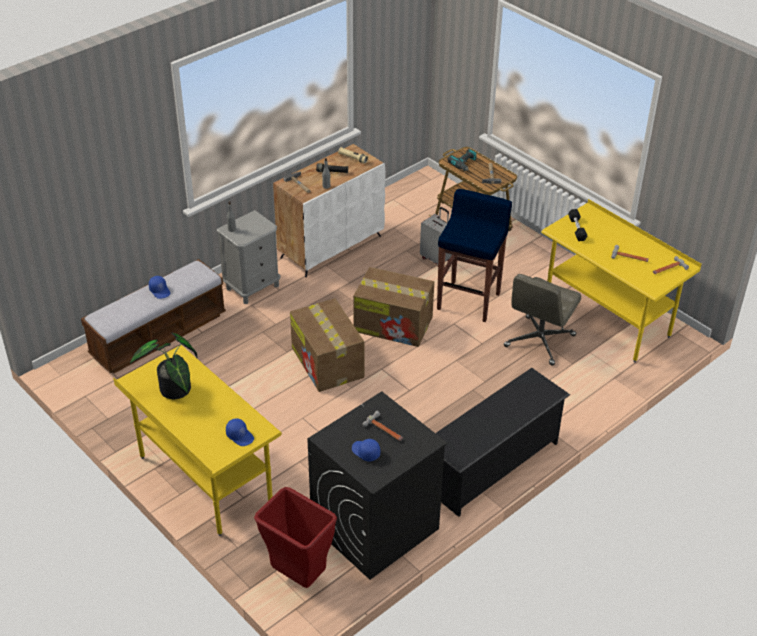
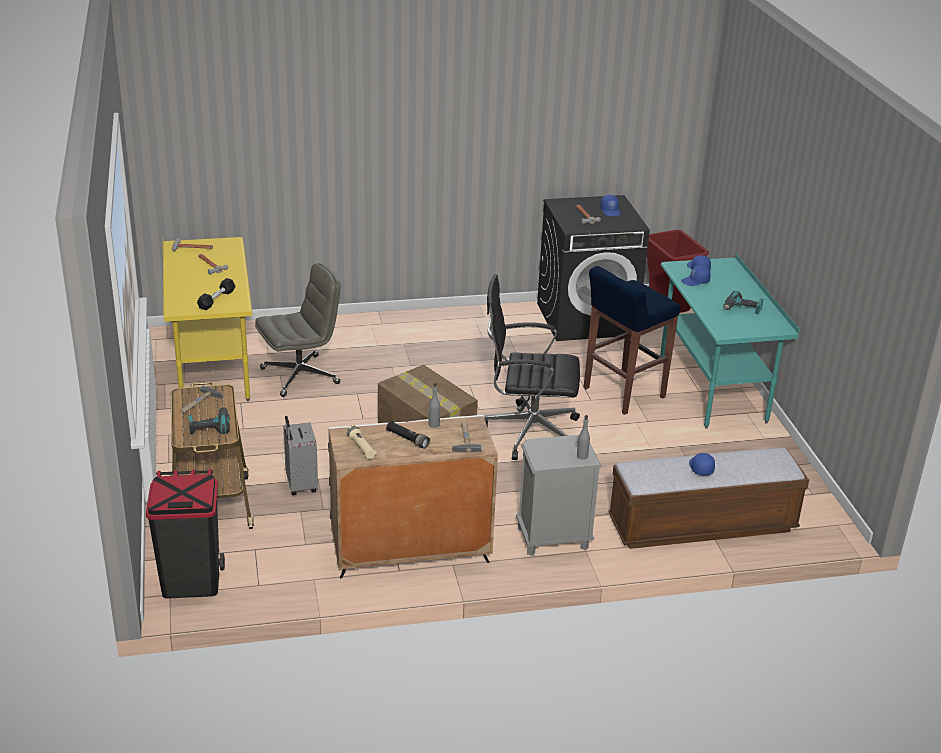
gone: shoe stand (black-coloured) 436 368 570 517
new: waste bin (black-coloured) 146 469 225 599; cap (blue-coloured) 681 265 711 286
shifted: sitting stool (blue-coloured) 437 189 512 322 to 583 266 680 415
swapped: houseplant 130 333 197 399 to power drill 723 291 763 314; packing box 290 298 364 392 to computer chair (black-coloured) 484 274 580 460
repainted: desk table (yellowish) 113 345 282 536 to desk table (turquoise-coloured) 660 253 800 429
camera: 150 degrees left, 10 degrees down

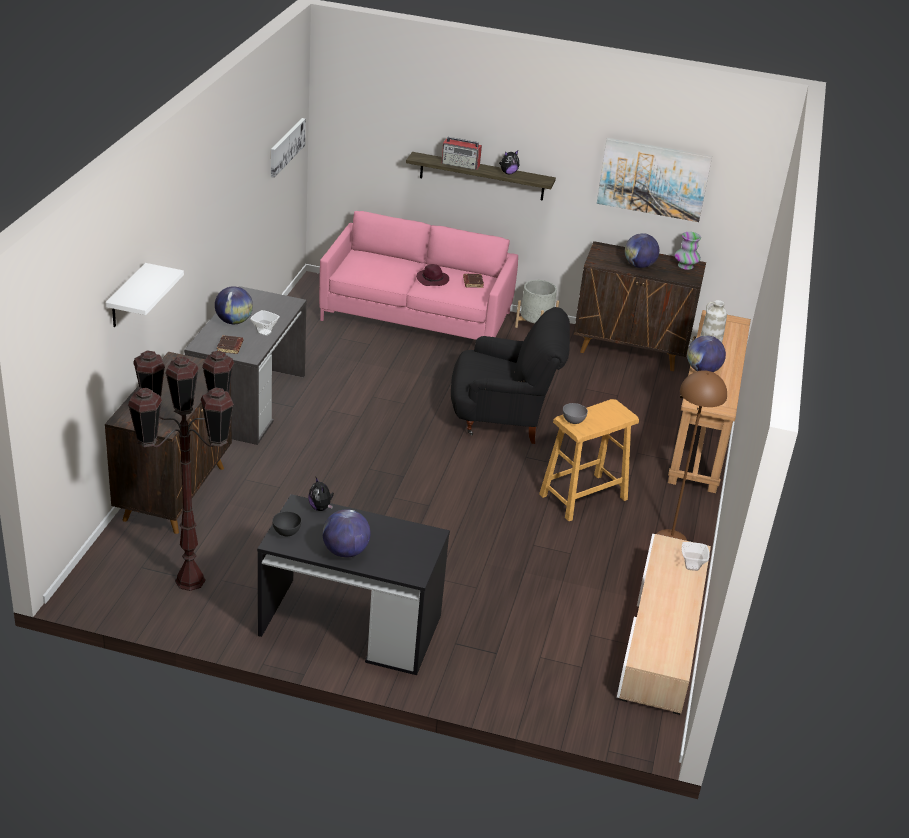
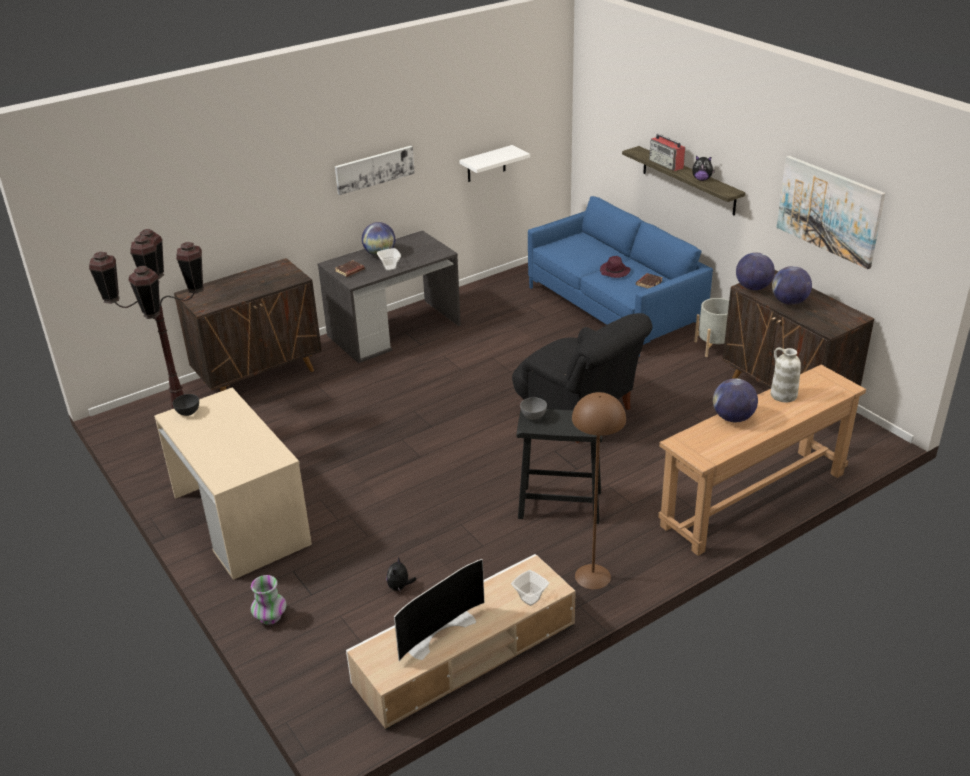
new: TV set 394 559 484 661
shifted: shelf (white-coloured) 105 263 184 327 to 459 145 530 182; wall picture 271 118 306 178 to 335 146 415 195; plush toy 308 477 334 511 to 387 557 416 592; desk globe 322 509 371 558 to 736 253 775 290; flower vase 674 232 701 270 to 251 575 286 625
repainted: desk table (black-coloured) 257 494 450 675 to desk table (beige-coloured) 154 387 312 580; sofa (pink-coloured) 319 211 518 340 to sofa (blue-coloured) 528 196 713 357; sitting stool (beige-coloured) 539 399 639 521 to sitting stool (black-coloured) 517 409 602 524
camera: 45 degrees right, 0 degrees up

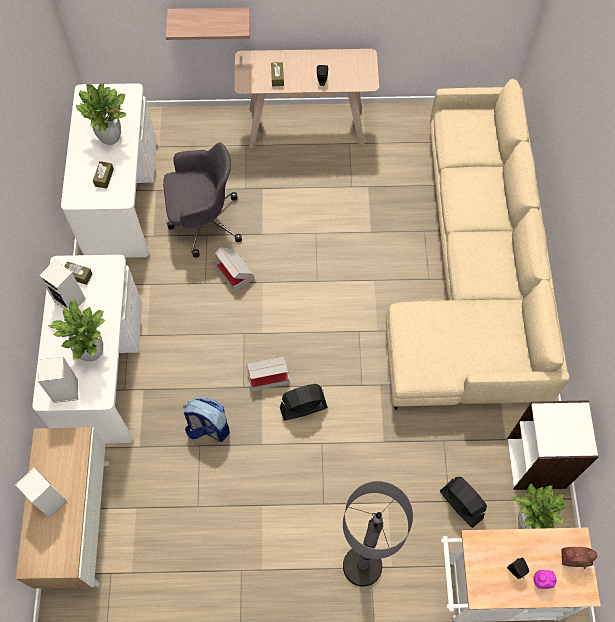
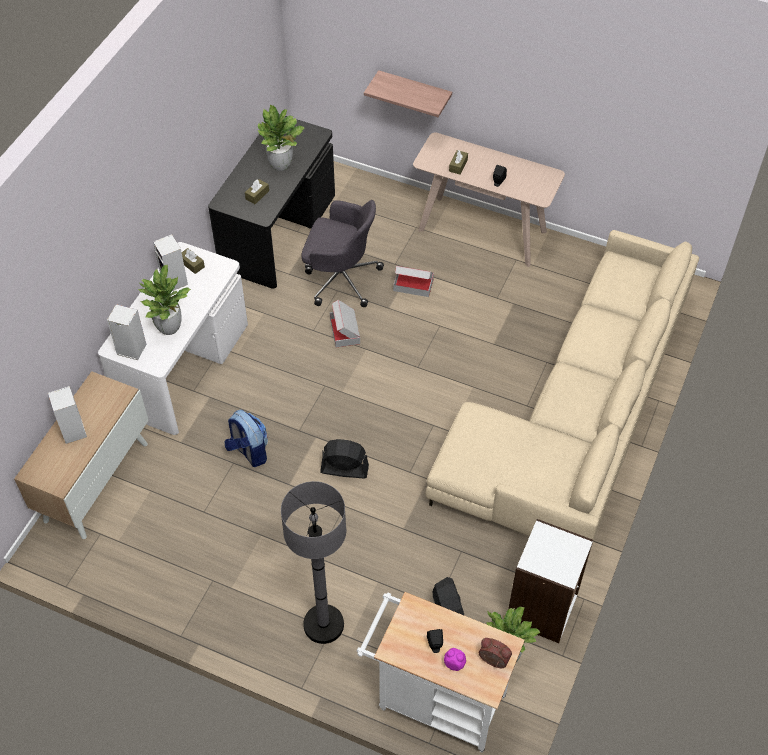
shifted: packing box 246 356 290 391 to 393 266 434 297
repainted: desk table (white-coloured) 61 83 157 258 to desk table (black-coloured) 208 114 335 289
camera: 25 degrees right, 10 degrees down

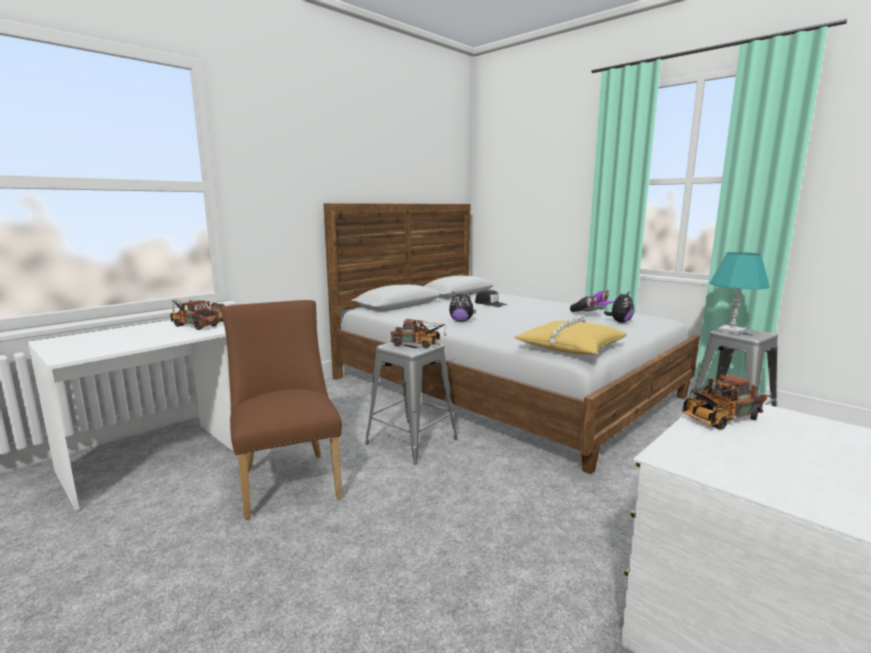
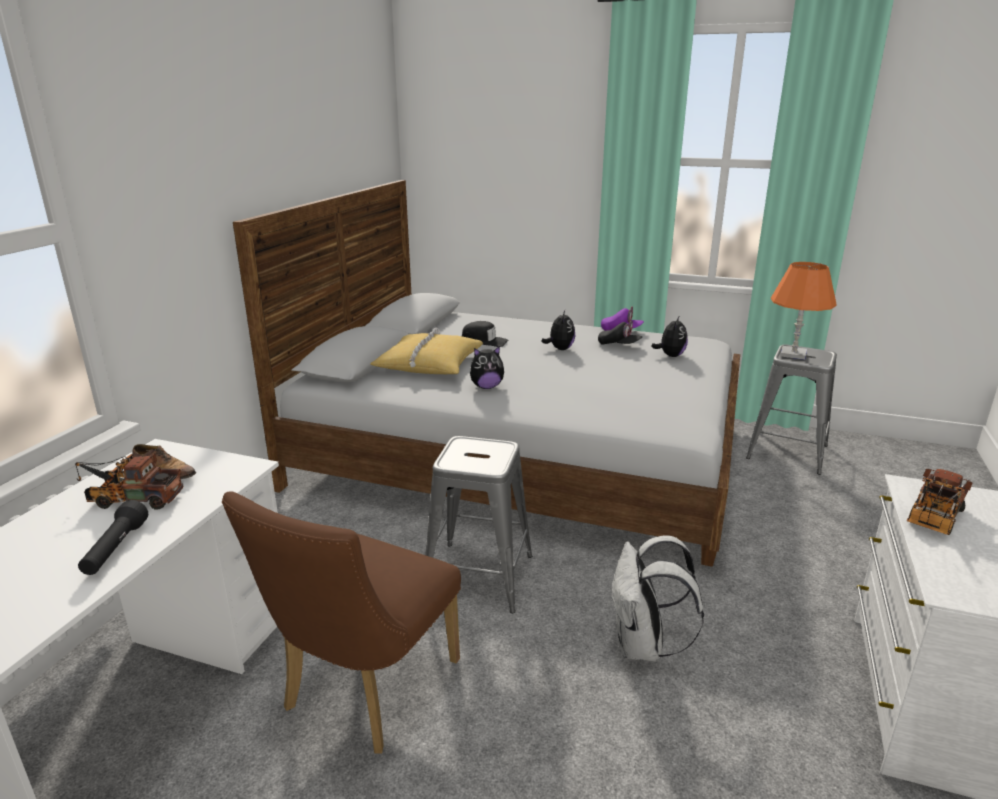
gone: toy truck 390 319 446 349
new: hand torch (black-coloured) 78 500 148 575; plush toy 541 310 575 350; knapsack (white-coloured) 610 536 704 662
shifted: pillow (yellowish) 514 316 627 355 to 370 328 483 374
repainted: tabletop lamp (turquoise-coloured) 709 252 770 335 to tabletop lamp (orange) 771 262 837 360
rotated: plain chair (brown) 222 300 342 520 = 222 491 461 754 105 degrees counterclockwise
camera: 25 degrees left, 10 degrees up

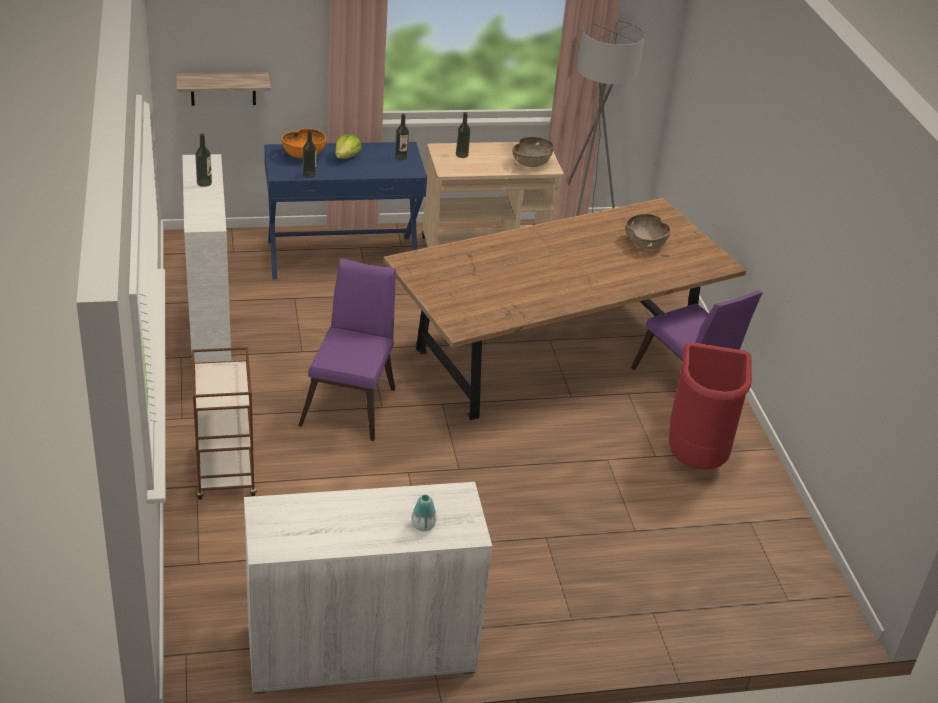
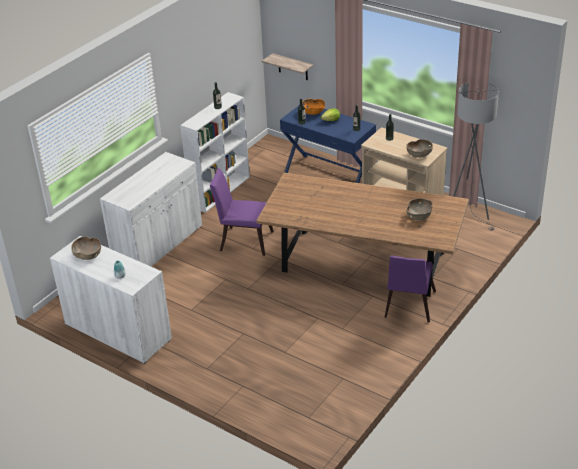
gone: waste bin (red-coloured) 669 342 752 470
new: deep dish (brown) 71 236 101 260
swapped: trolley (brown) 192 347 257 500 to cupboard (white-coloured) 100 152 202 266
rotated: plain chair (purple-coloured) 298 258 396 441 = 210 168 274 256 135 degrees counterclockwise
camera: 50 degrees right, 0 degrees up

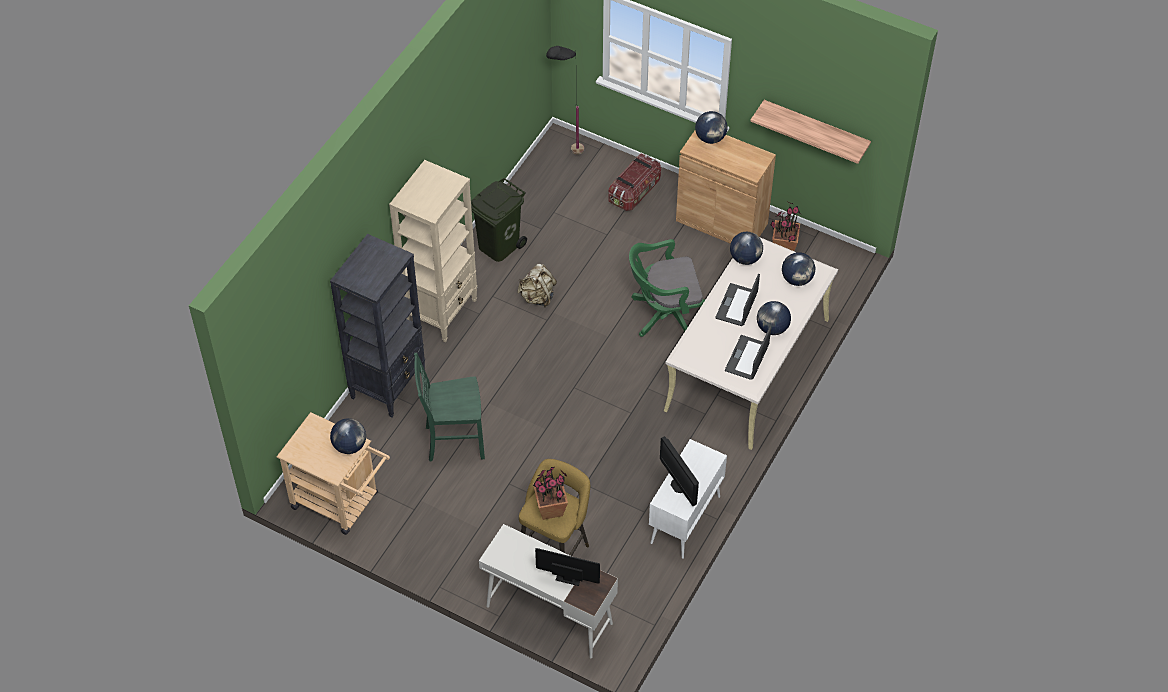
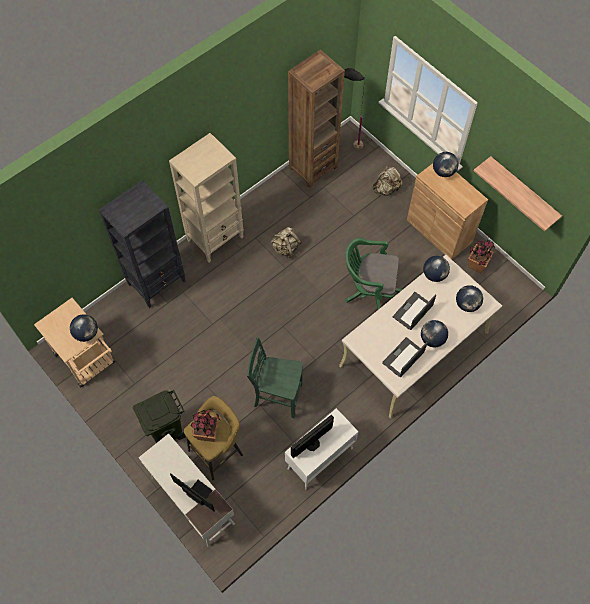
new: shelving unit (brown) 288 50 345 188
shifted: plain chair (greenish) 414 353 485 462 to 247 337 303 418; waste bin (greenish) 471 178 527 262 to 133 390 186 443
swapped: storage box 608 153 661 211 to knapsack (beige-coloured) 373 165 403 196
rotated: computer display 660 436 699 506 = 291 415 334 458 60 degrees clockwise
camera: 20 degrees right, 10 degrees up

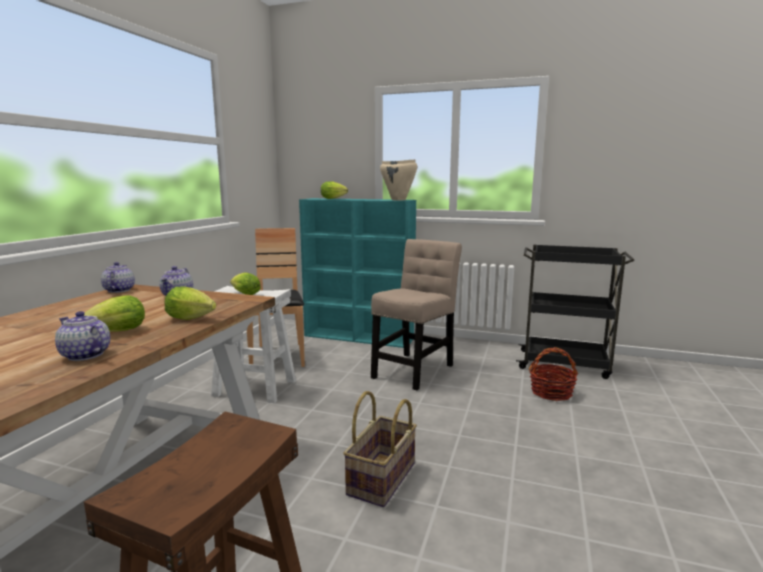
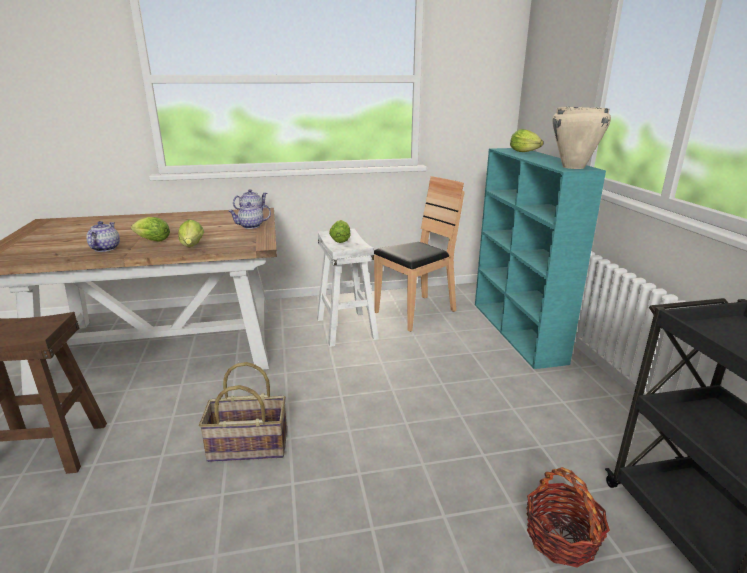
gone: plain chair (beige-coloured) 371 239 462 390
camera: 60 degrees right, 10 degrees up

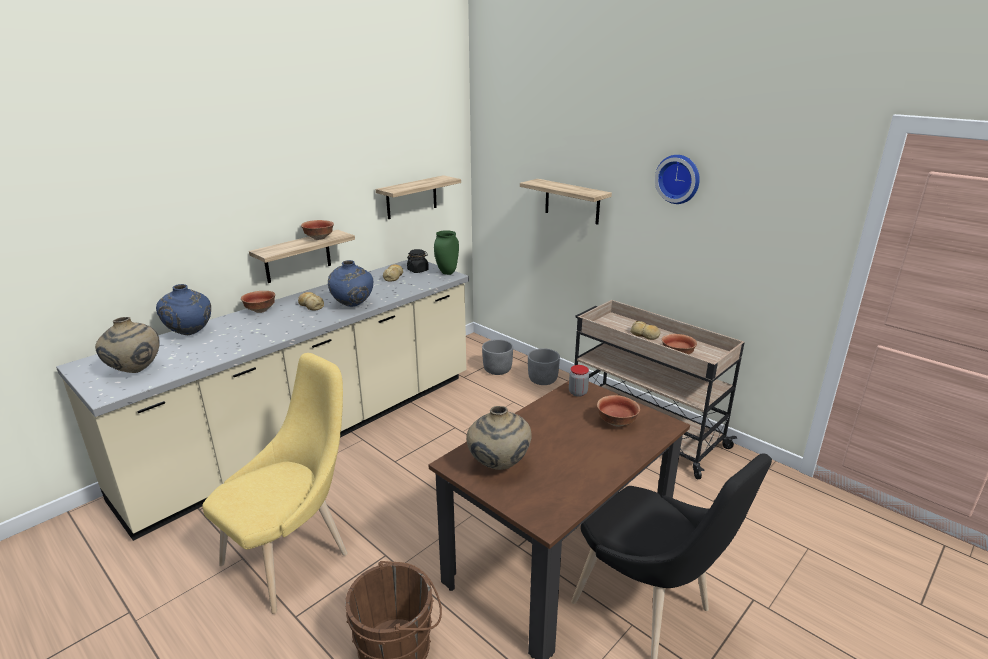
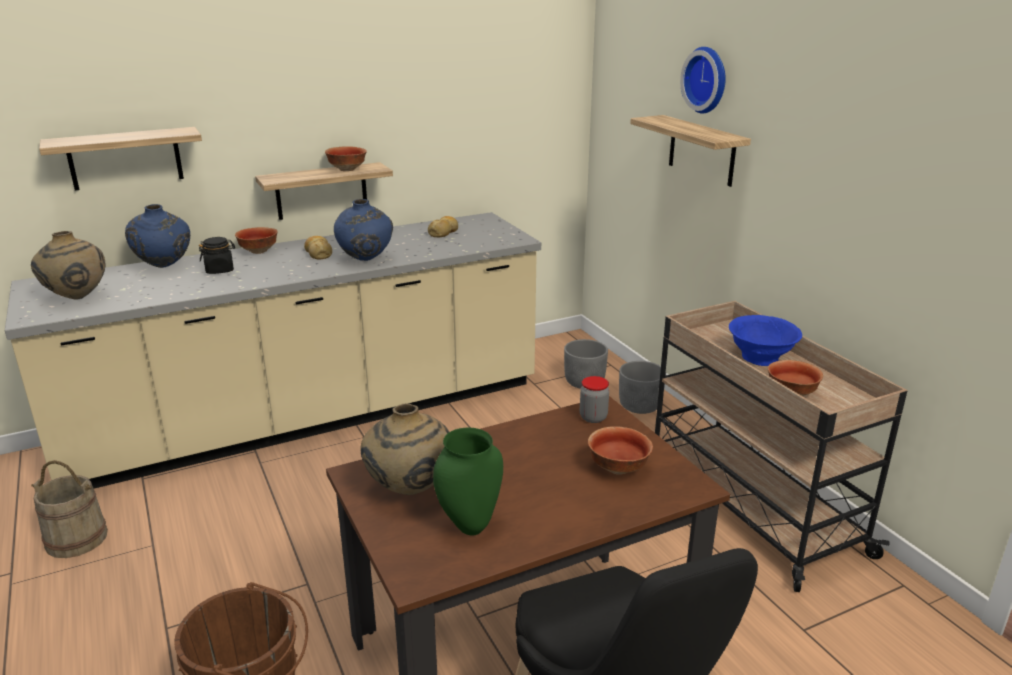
gone: plain chair (yellowish) 202 353 348 614
new: bucket (beige-coloured) 31 460 108 558
shifted: shelf 376 175 461 219 to 39 127 202 190; jar (black-coloured) 407 249 429 273 to 199 237 235 274; flower vase (greenish) 434 230 459 275 to 433 427 503 536; clock on the wall 655 155 700 204 to 680 47 726 114
swapped: baked bread 630 321 660 340 to deep dish (blue-coloured) 729 315 802 366
camera: 20 degrees right, 0 degrees up

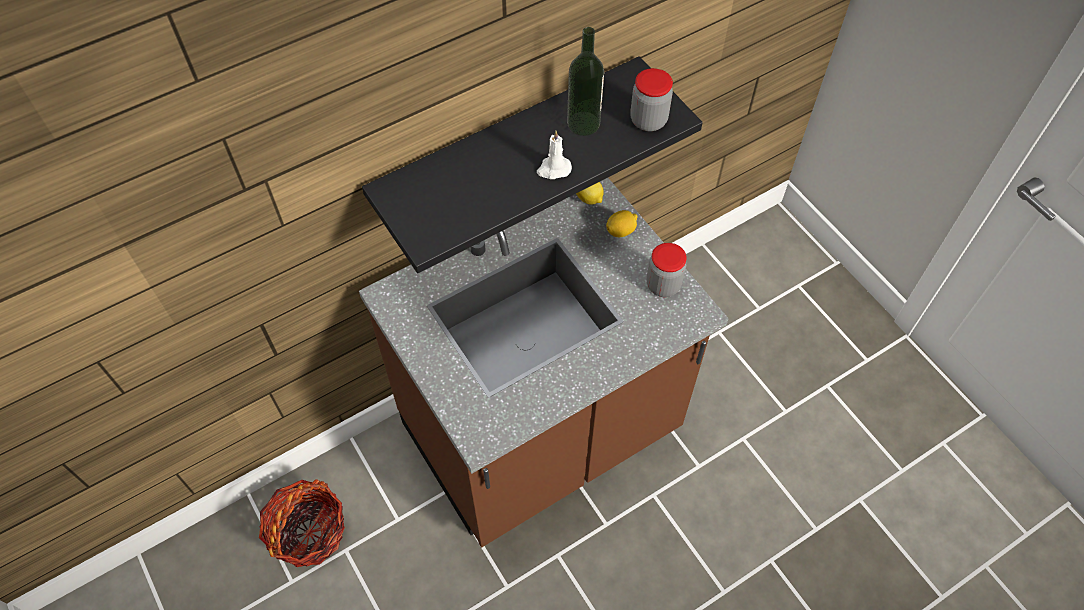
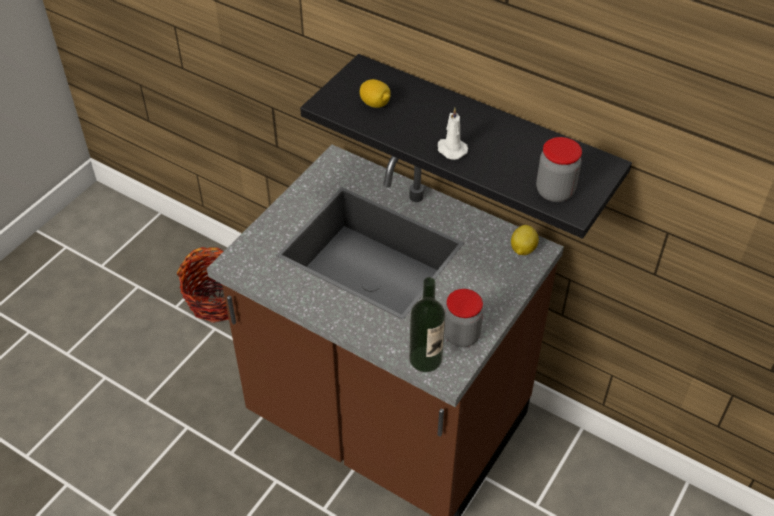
shifted: drink bottle 567 27 604 136 to 409 277 445 372; whole lemon 606 210 638 237 to 360 79 391 108
camera: 65 degrees right, 10 degrees down

